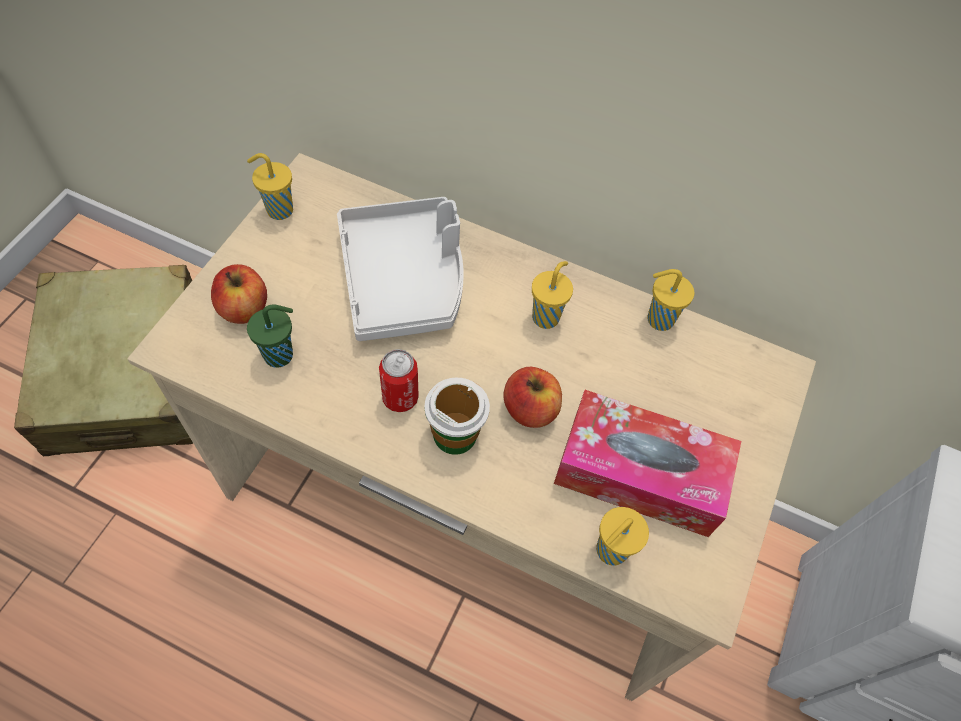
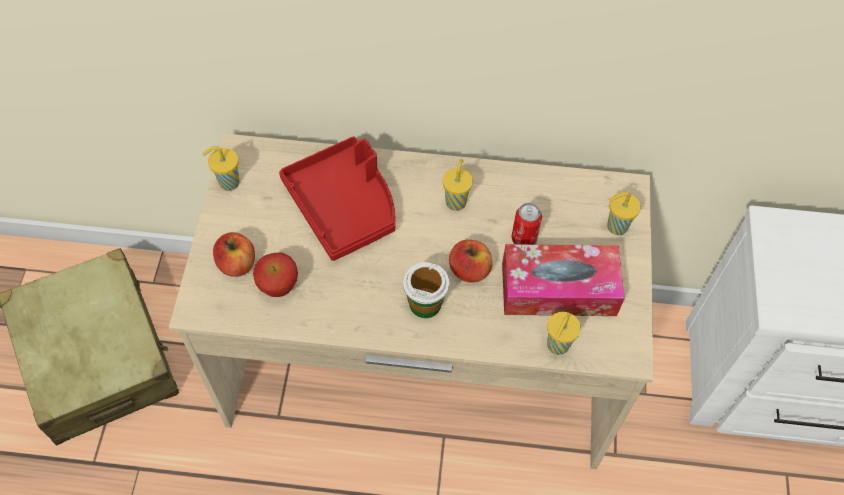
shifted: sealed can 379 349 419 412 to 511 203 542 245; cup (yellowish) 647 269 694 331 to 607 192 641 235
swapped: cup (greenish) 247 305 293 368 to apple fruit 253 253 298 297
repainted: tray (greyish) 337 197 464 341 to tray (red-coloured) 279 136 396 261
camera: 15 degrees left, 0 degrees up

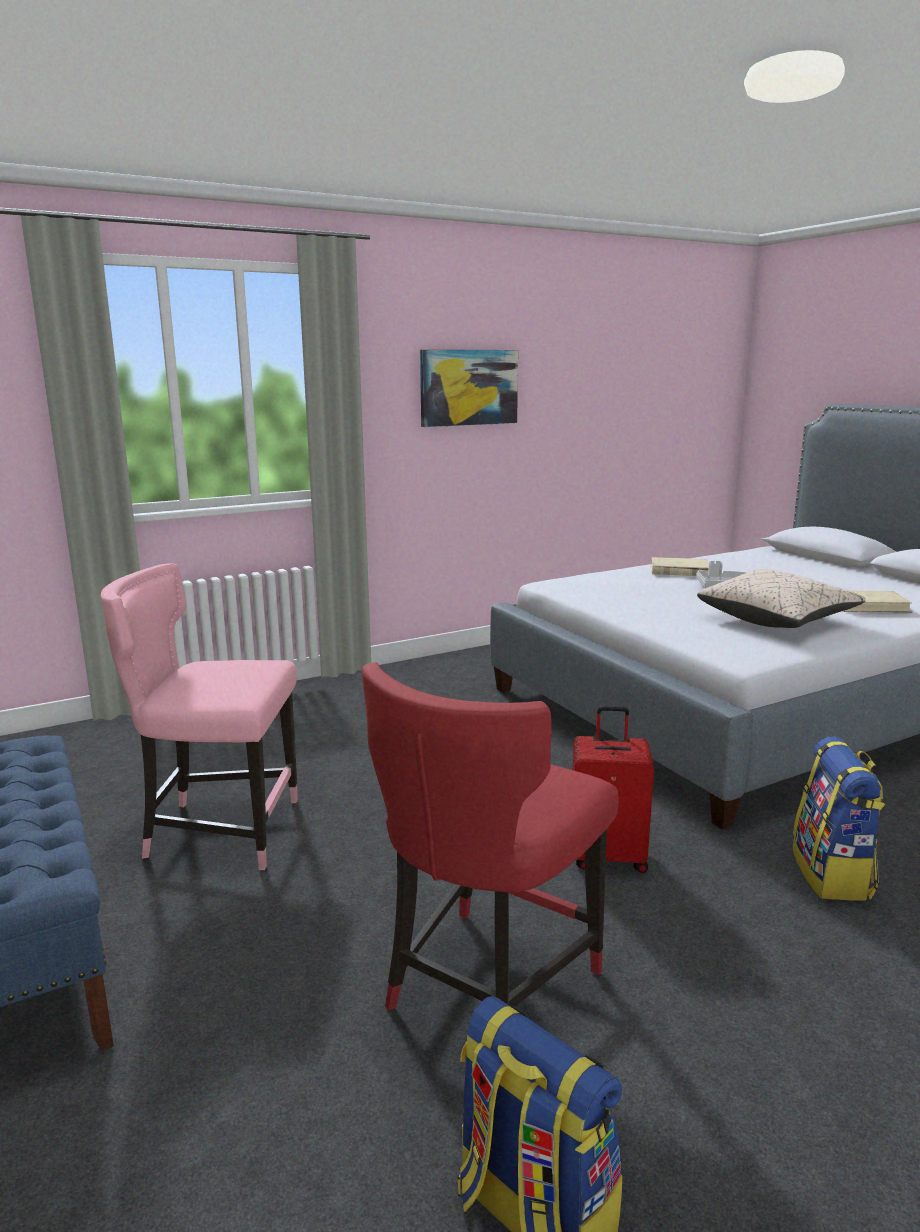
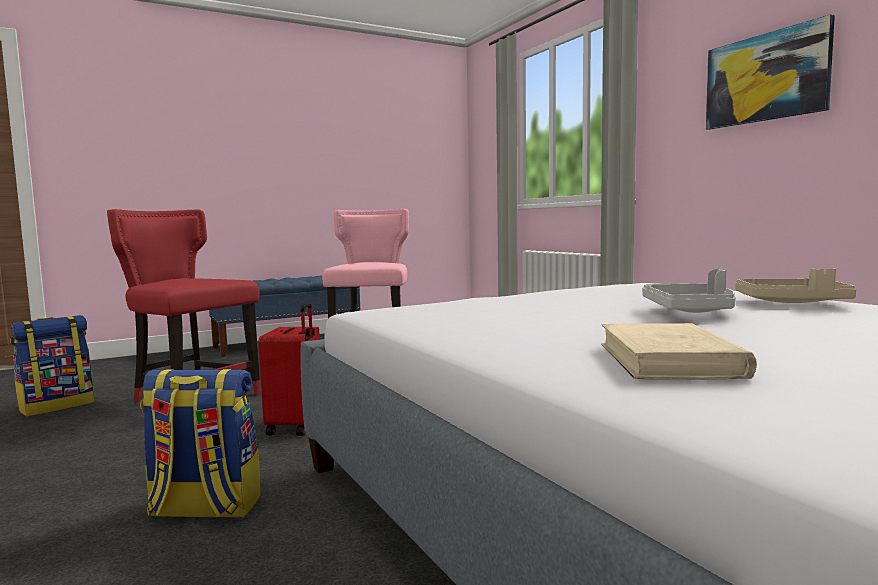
gone: pillow (beige-coloured) 697 569 866 628
swapped: volume (beige-coloured) 650 557 709 576 to tray (beige-coloured) 735 269 856 303
camera: 90 degrees right, 10 degrees down

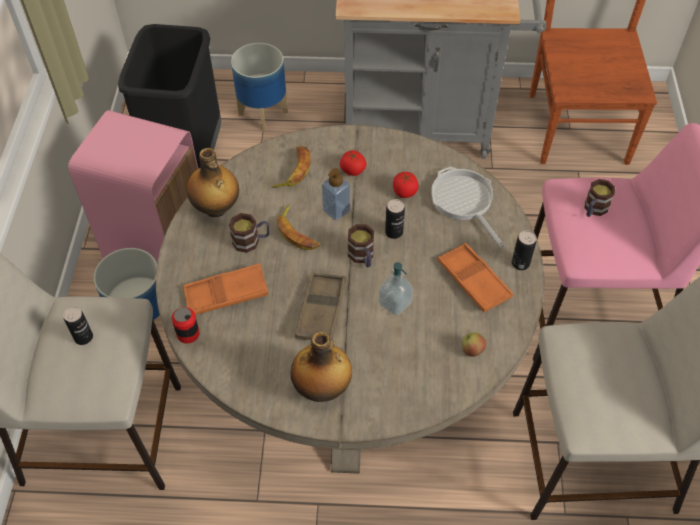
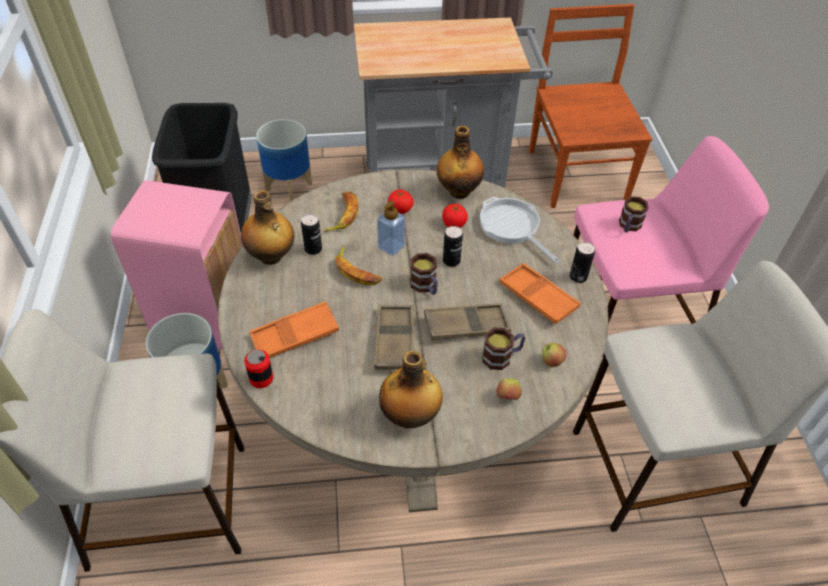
new: drink bottle 437 126 484 199; apple fruit 497 378 522 400
shifted: sealed can 63 307 93 345 to 301 214 322 255; tea mug 229 213 269 253 to 483 327 525 370
swapped: liquid soap bottle 379 262 413 316 to tray (brown) 424 303 511 340
camera: 10 degrees left, 5 degrees down

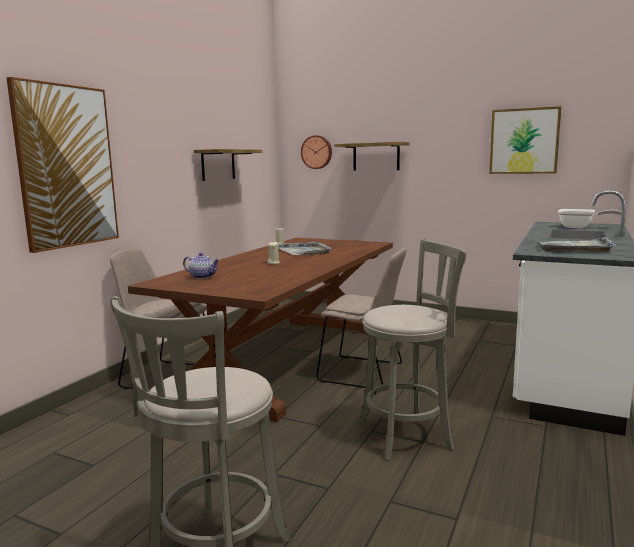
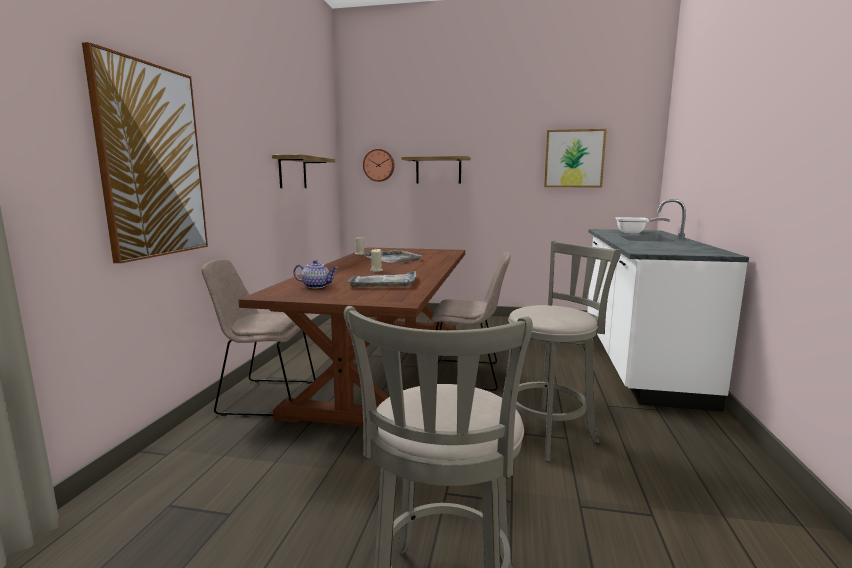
shifted: tray (greyish) 537 237 616 252 to 348 271 416 288
camera: 15 degrees left, 0 degrees up

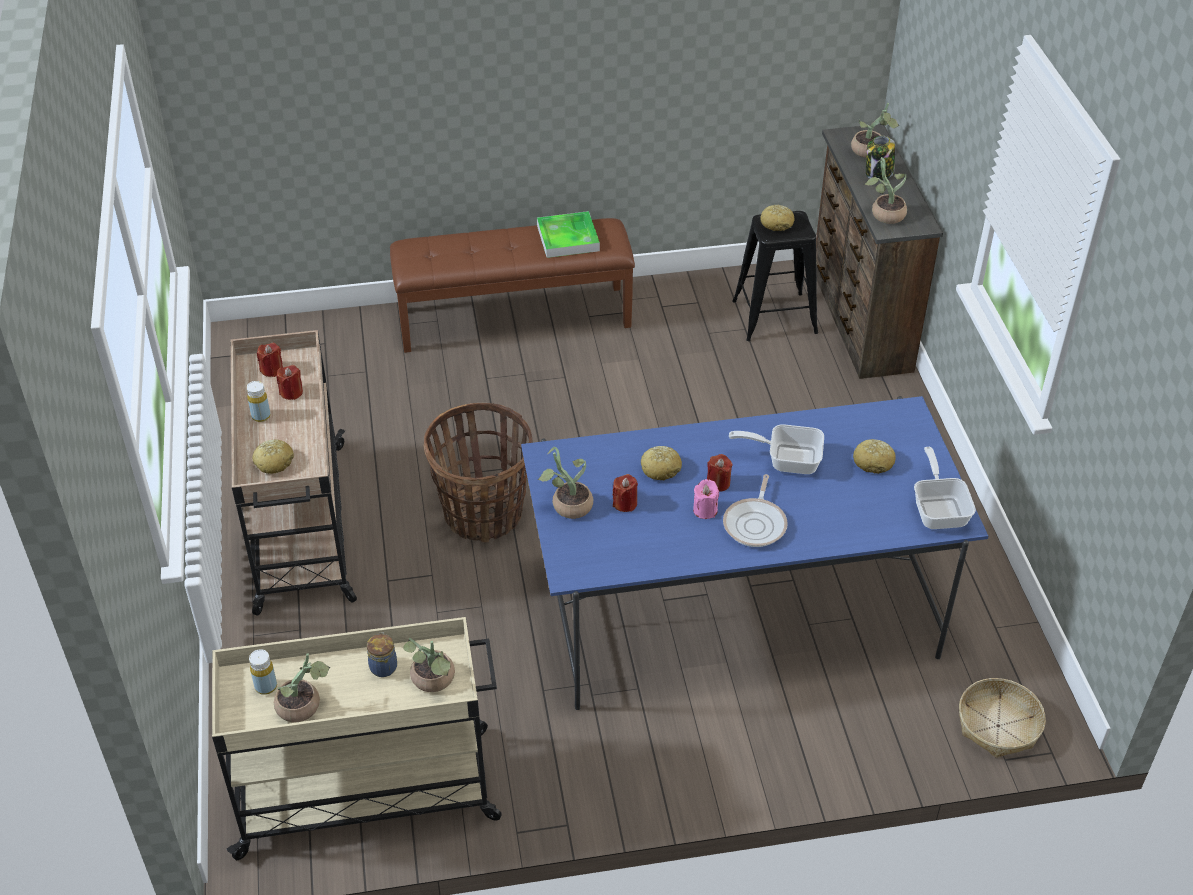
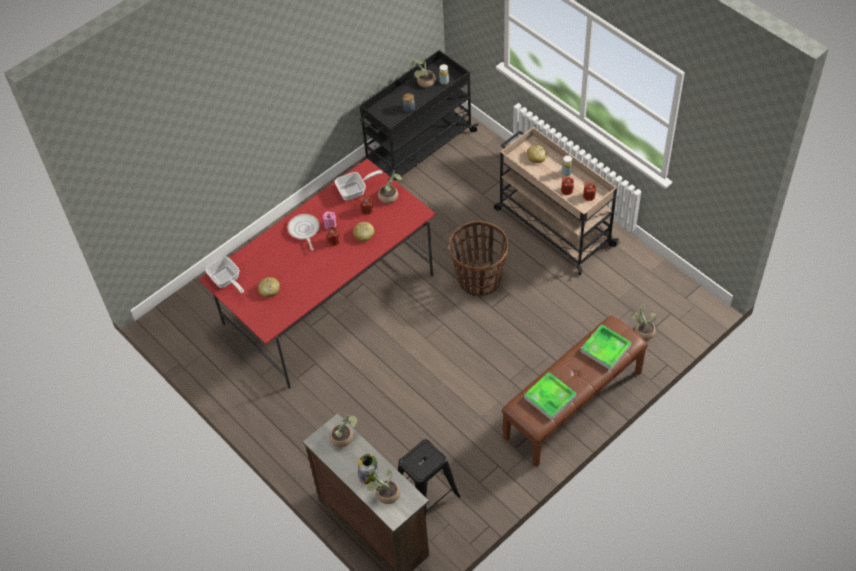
gone: baked bread 760 205 794 231; basket 959 678 1046 758
new: tray 581 324 631 371
shifted: houseplant 403 638 455 692 to 631 304 656 340; pan 729 424 824 474 to 335 170 383 201
repainted: trolley (beige-coloured) 212 617 502 860 to trolley (black-coloured) 359 50 478 183; dinner table (blue-coloured) 521 396 988 710 to dinner table (red-coloured) 199 158 436 389
camera: 150 degrees right, 10 degrees up

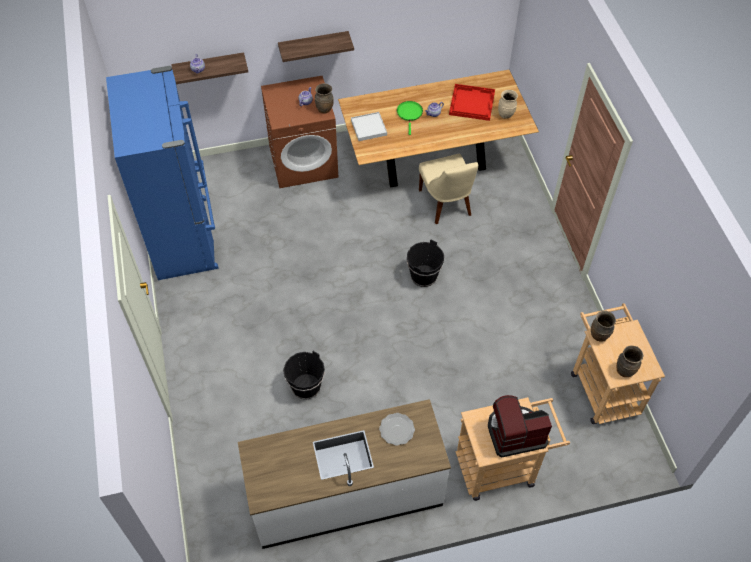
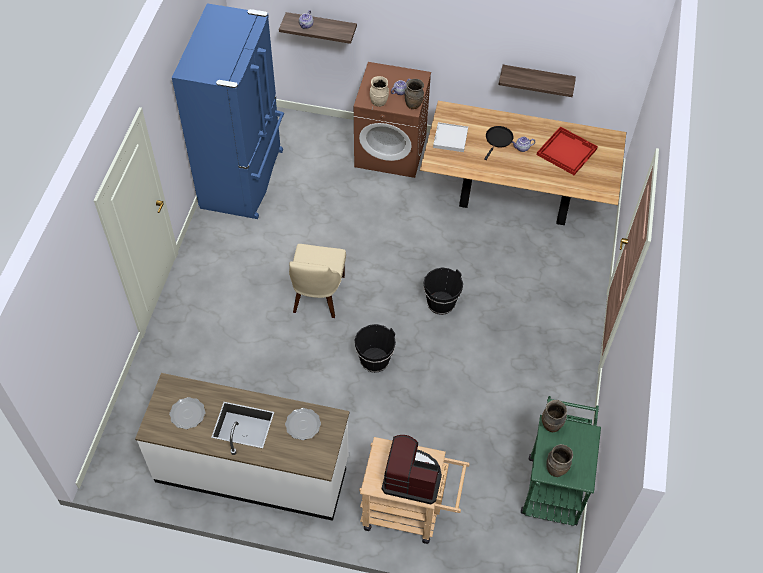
new: plate 169 397 206 429
shifted: shelf 278 31 354 62 to 498 65 576 97; bucket (black-coloured) 283 351 325 400 to 355 324 396 373; plain chair (beige-coloured) 419 154 478 224 to 289 244 346 318; flower vase (beige-coloured) 498 90 518 119 to 370 76 389 107
repainted: pan (greenish) 397 101 423 135 to pan (black-coloured) 484 126 513 160; trolley (beige-coloured) 571 303 665 424 to trolley (greenish) 521 396 601 526
camera: 25 degrees right, 0 degrees up

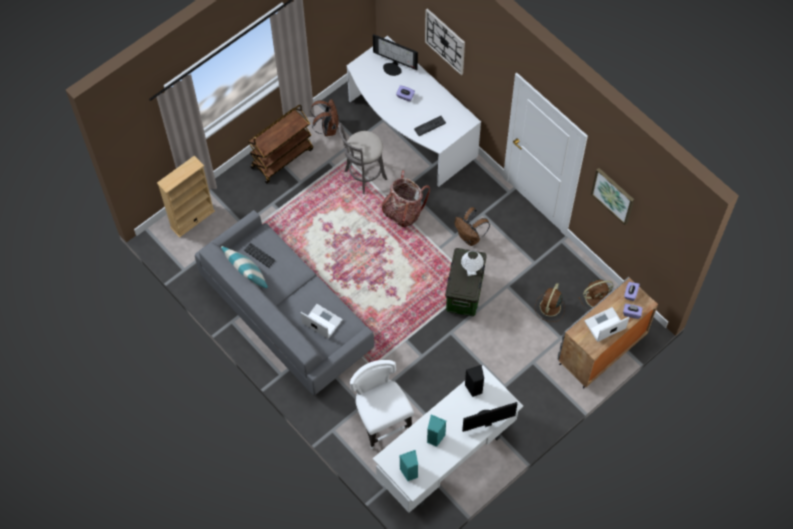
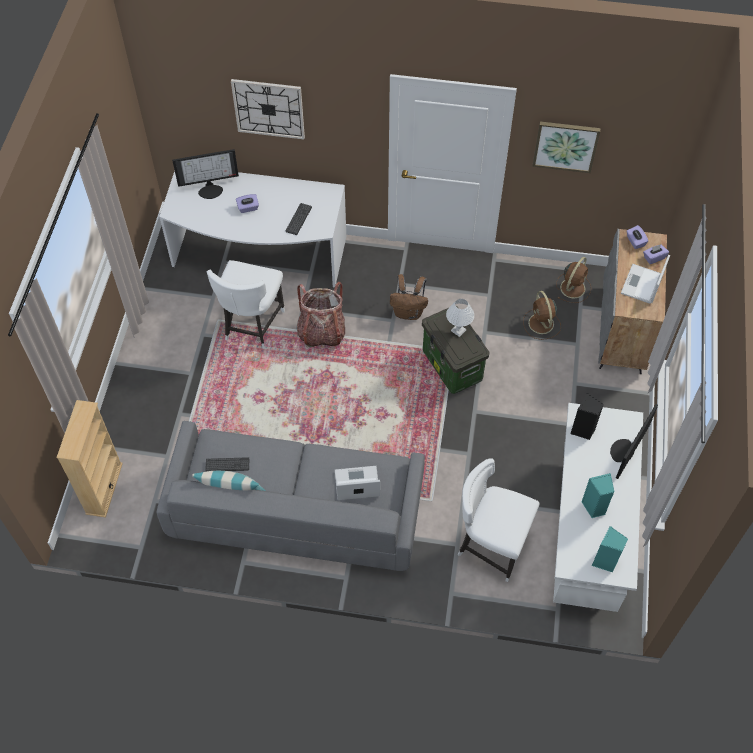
gone: trolley (brown) 248 105 313 183; knapsack (brown) 310 99 339 136
swapped: sitting stool (greyish) 339 123 387 194 to plain chair (white-coloured) 207 260 285 349
camera: 40 degrees left, 5 degrees down

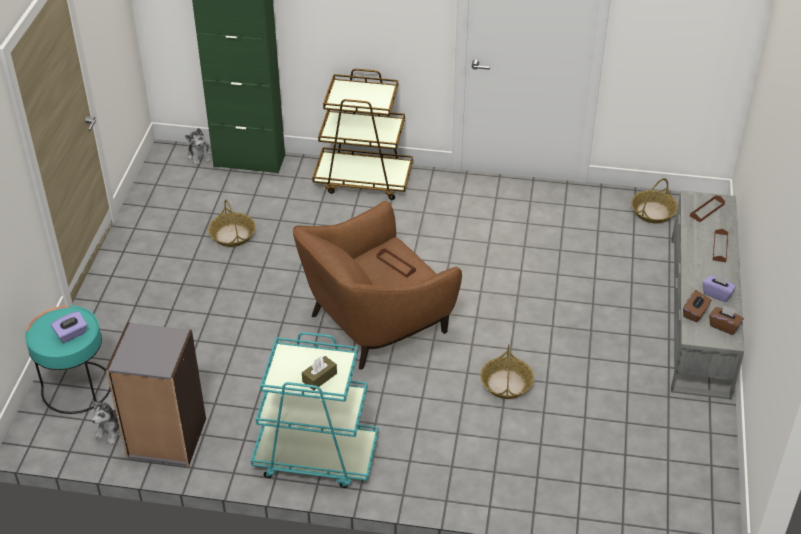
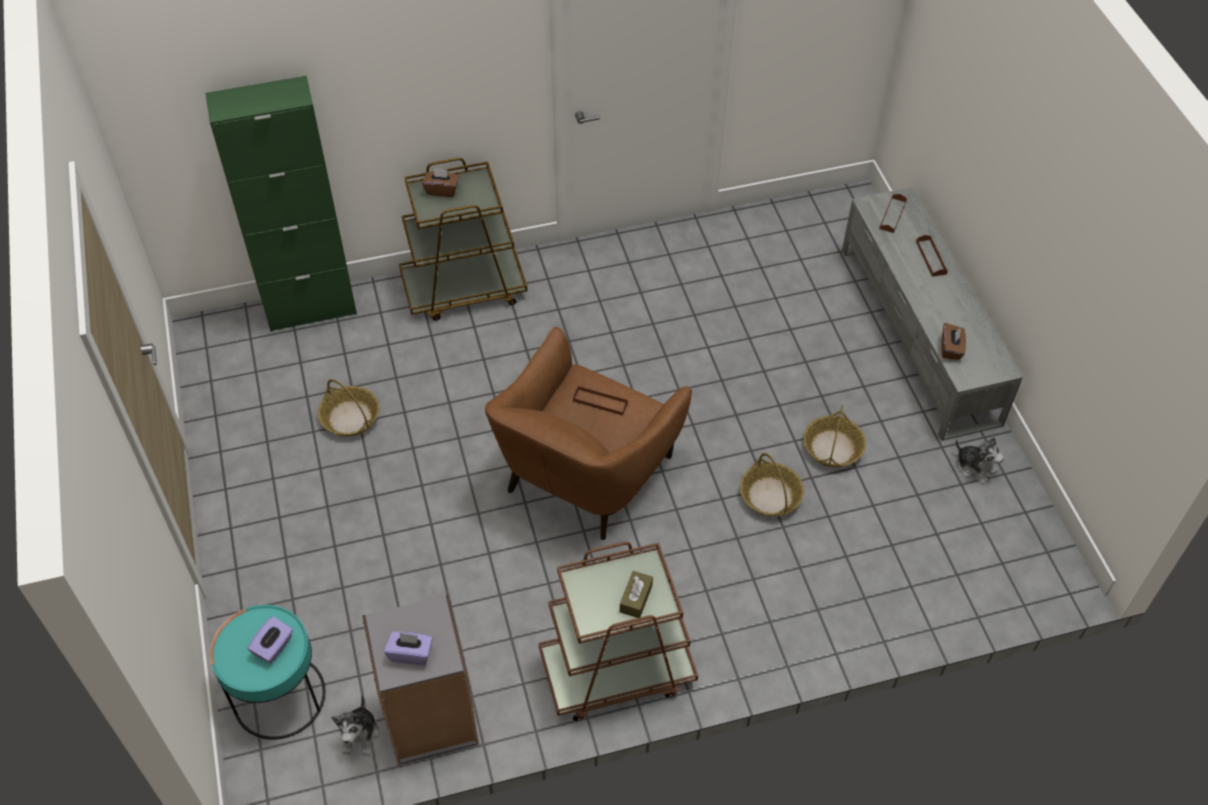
shifted: plush toy 185 128 211 166 to 956 437 1004 485; basket 631 178 678 223 to 803 405 866 467; tissue holder (purple-coloured) 703 273 736 302 to 384 631 433 665; tissue holder (brown) 709 305 744 335 to 422 168 459 197
repainted: trolley (turquoise-coloured) 251 332 379 488 to trolley (brown) 539 542 698 721
camera: 25 degrees left, 10 degrees up

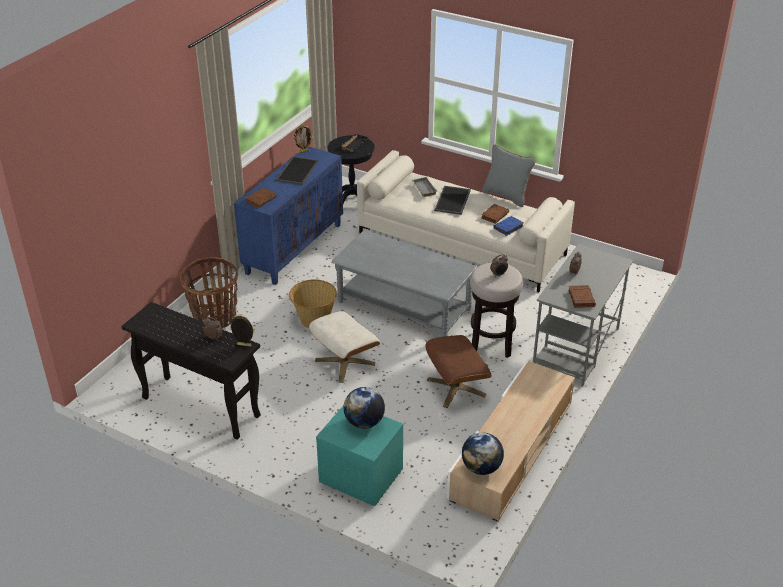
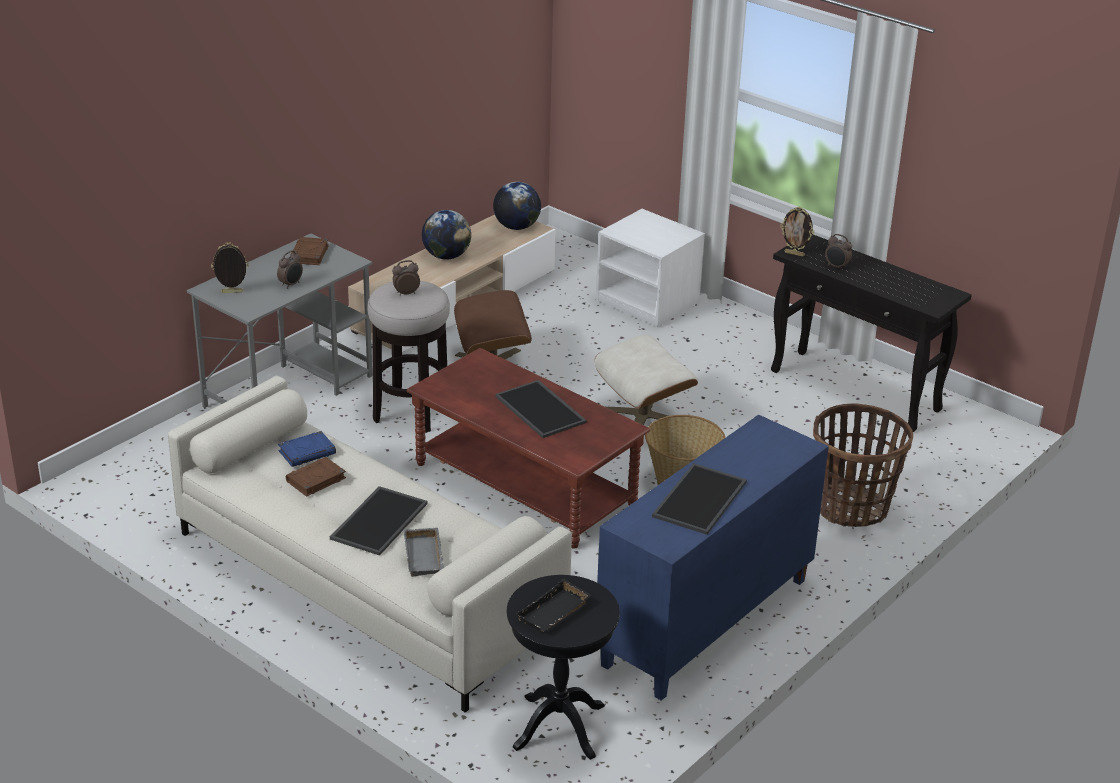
gone: volume (brown) 245 188 277 208; pillow (greyish) 482 145 536 207
new: tray 495 380 587 438
shifted: standing frame 293 125 313 153 to 211 242 249 293; desk globe 344 387 385 429 to 422 210 471 260
repainted: bedside table (turquoise-coloured) 316 405 404 506 to bedside table (white-coloured) 596 209 705 327; coffee table (greyish) 331 230 477 337 to coffee table (brown) 407 348 651 549
camera: 170 degrees left, 5 degrees down

